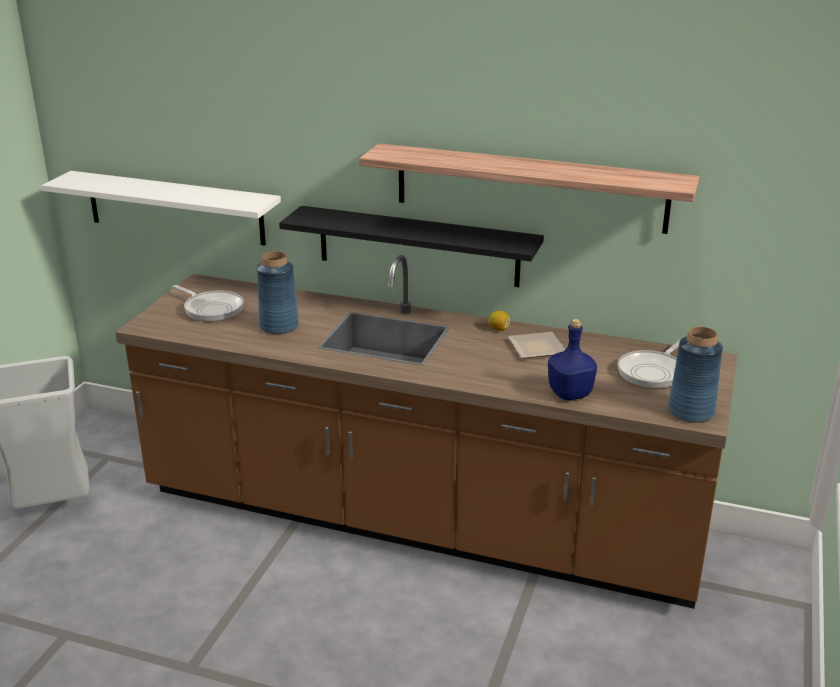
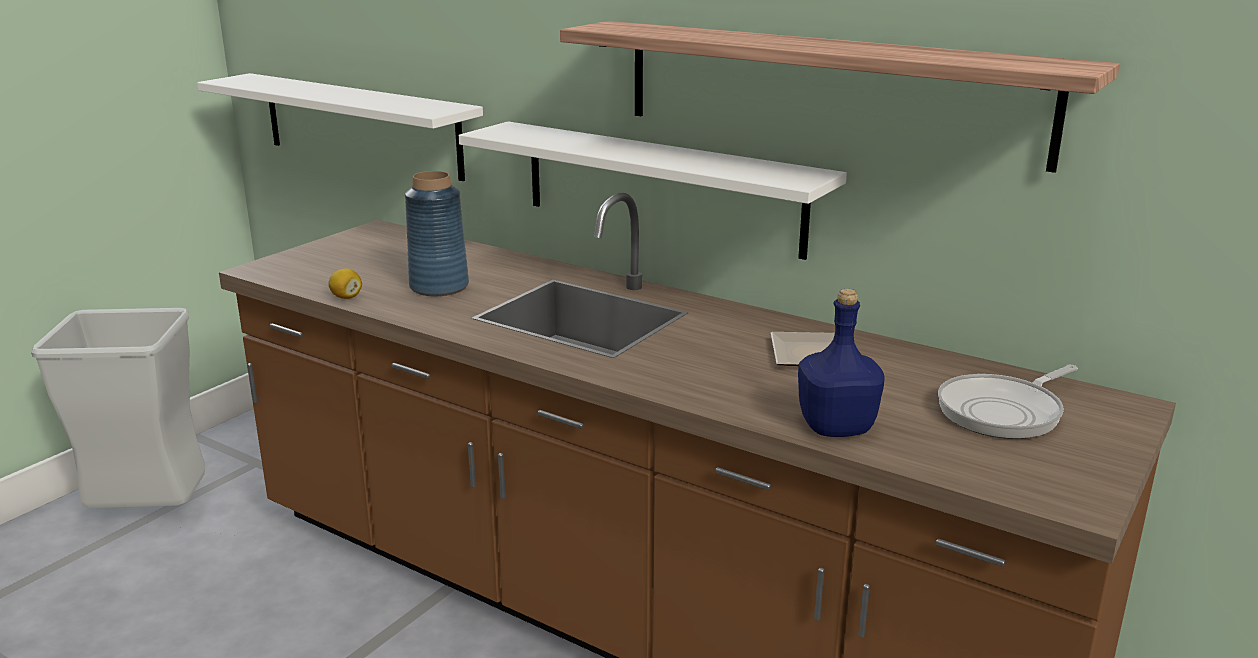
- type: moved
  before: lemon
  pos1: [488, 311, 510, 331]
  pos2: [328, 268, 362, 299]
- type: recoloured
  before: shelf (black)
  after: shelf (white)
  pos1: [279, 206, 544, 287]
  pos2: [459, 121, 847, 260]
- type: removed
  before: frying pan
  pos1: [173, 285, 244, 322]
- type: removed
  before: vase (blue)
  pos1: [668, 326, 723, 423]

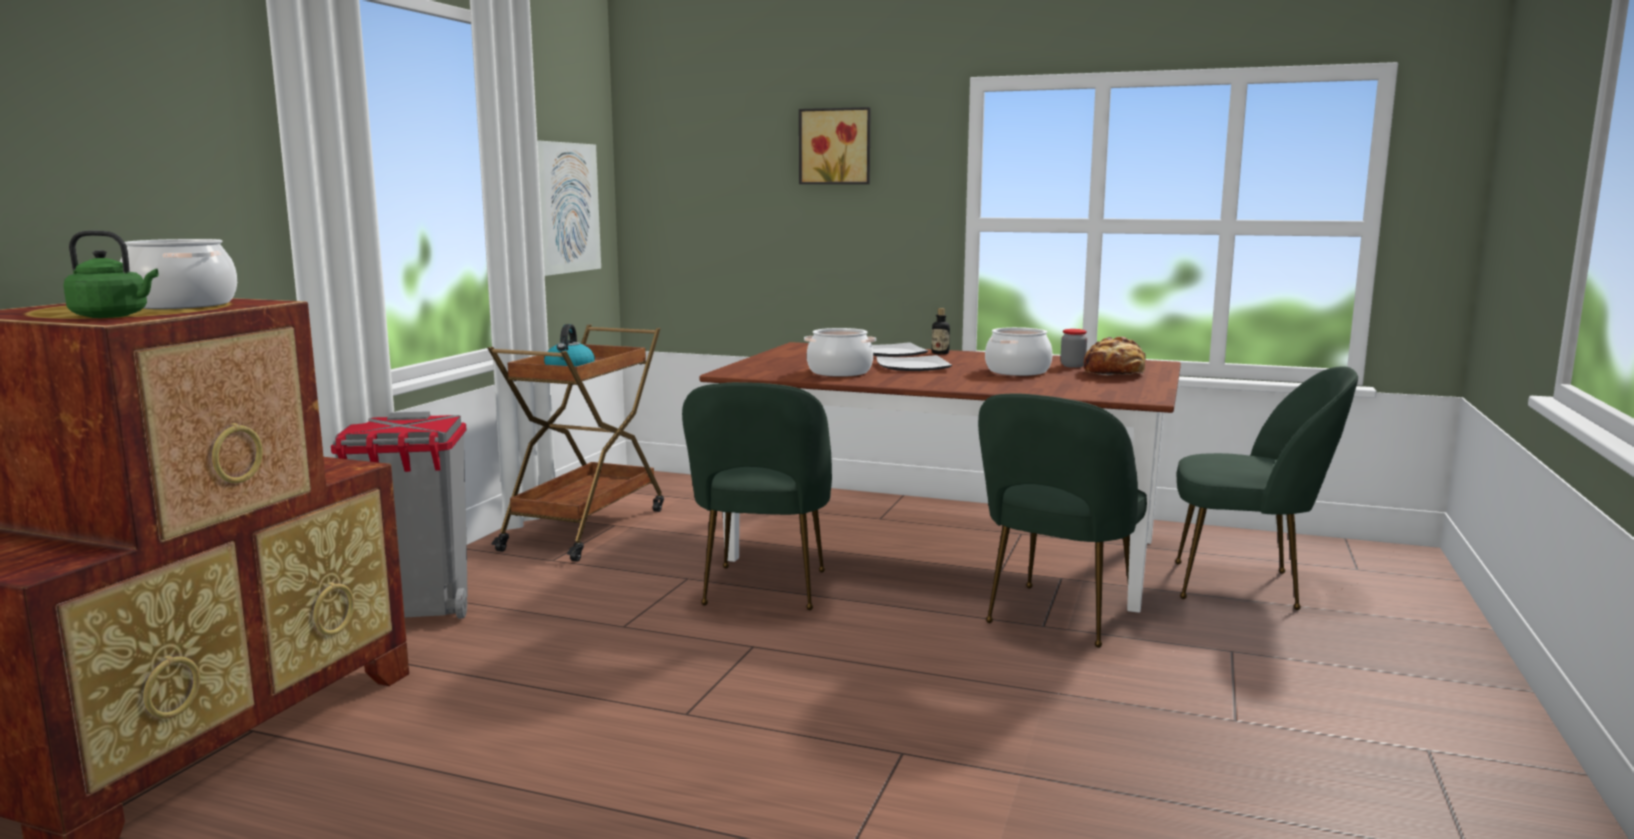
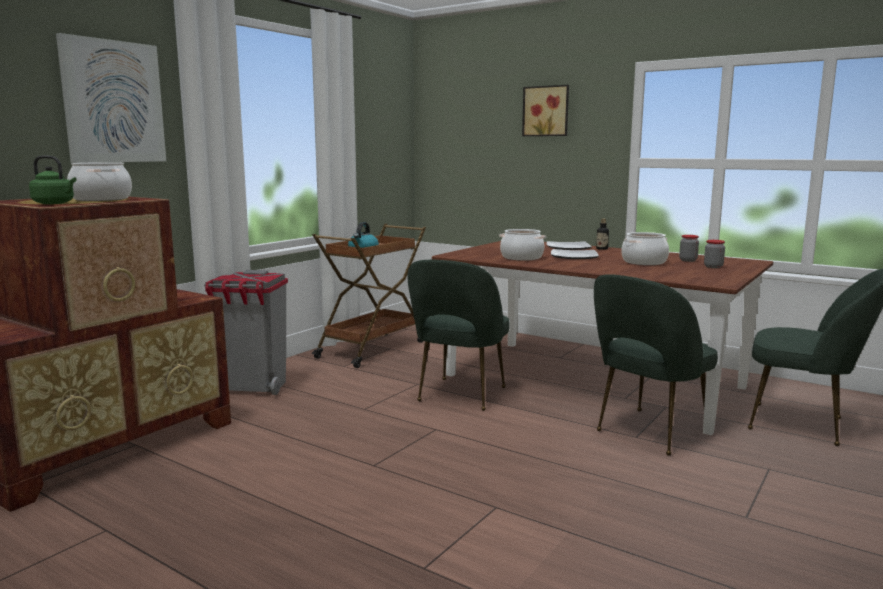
- type: moved
  before: picture
  pos1: [537, 140, 601, 276]
  pos2: [56, 33, 166, 163]
- type: replaced
  before: bread
  after: jar
  pos1: [1084, 337, 1146, 375]
  pos2: [704, 240, 725, 268]

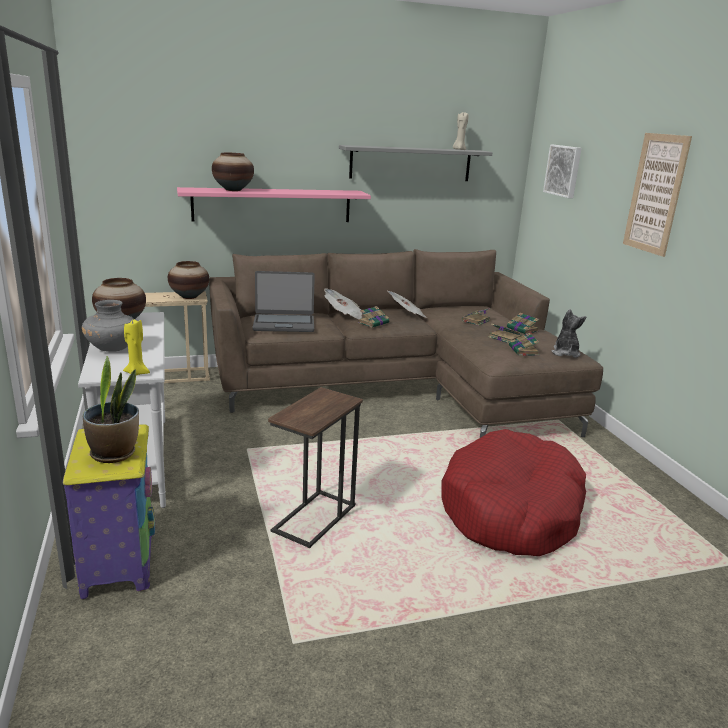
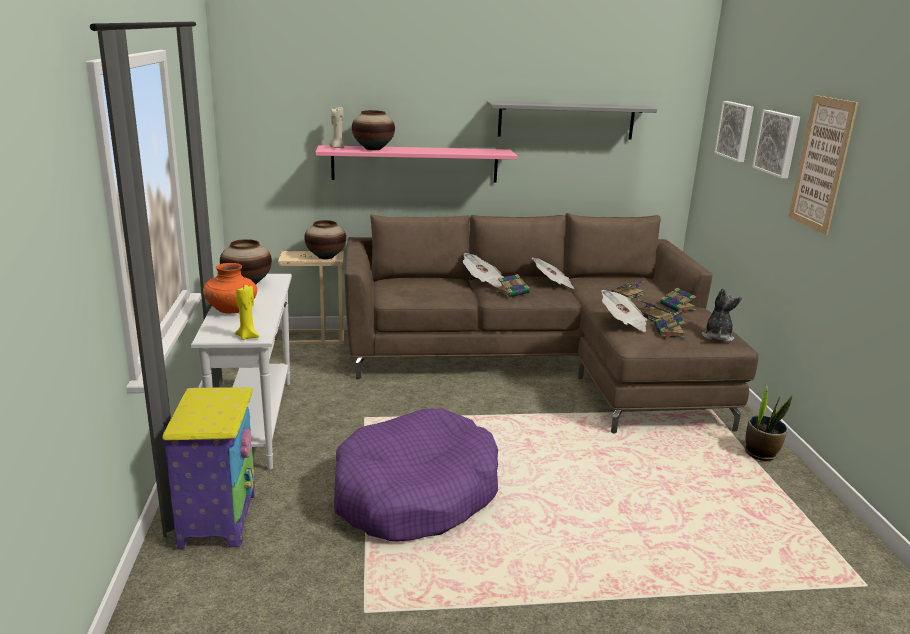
- type: recoloured
  before: vase (grey)
  after: vase (orange)
  pos1: [82, 300, 135, 352]
  pos2: [203, 263, 257, 314]
- type: moved
  before: candle (beige)
  pos1: [453, 112, 469, 150]
  pos2: [329, 107, 344, 148]
- type: replaced
  before: side table (brown)
  after: dog bed (purple)
  pos1: [268, 387, 363, 548]
  pos2: [334, 408, 498, 542]
- type: added
  after: newspaper
  pos2: [601, 290, 647, 332]
- type: moved
  before: potted plant
  pos1: [83, 356, 139, 463]
  pos2: [745, 384, 793, 461]
- type: added
  after: picture
  pos2: [752, 110, 800, 179]
- type: removed
  before: laptop
  pos1: [252, 271, 315, 332]
- type: removed
  before: dog bed (red)
  pos1: [441, 429, 586, 556]

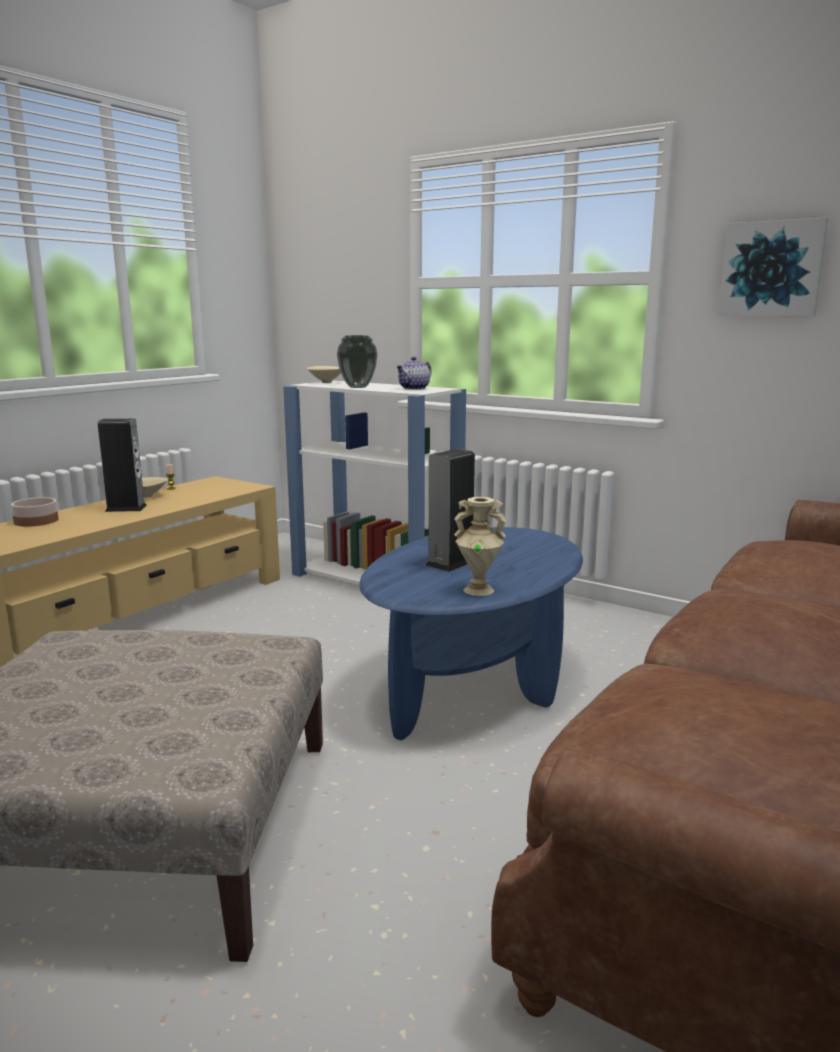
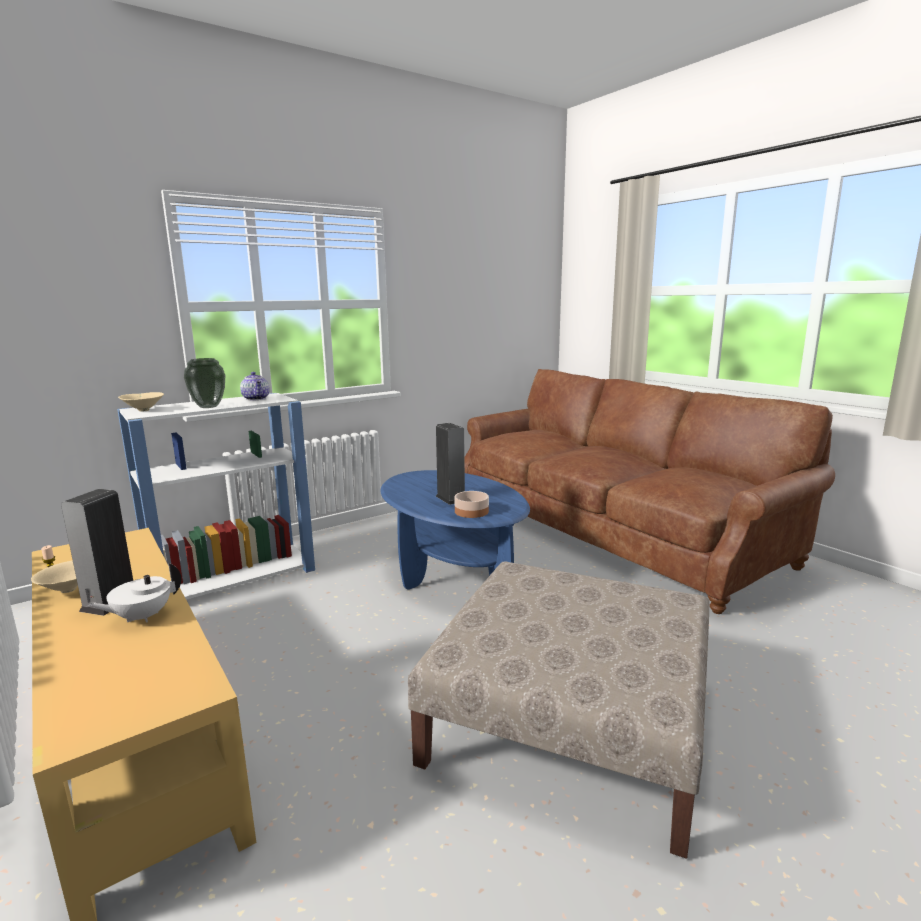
- type: added
  after: teapot (white)
  pos2: [88, 563, 181, 622]
- type: moved
  before: bowl
  pos1: [11, 497, 59, 527]
  pos2: [454, 491, 489, 518]
- type: removed
  before: vase (beige)
  pos1: [454, 497, 507, 596]
- type: removed
  before: picture
  pos1: [718, 217, 828, 316]

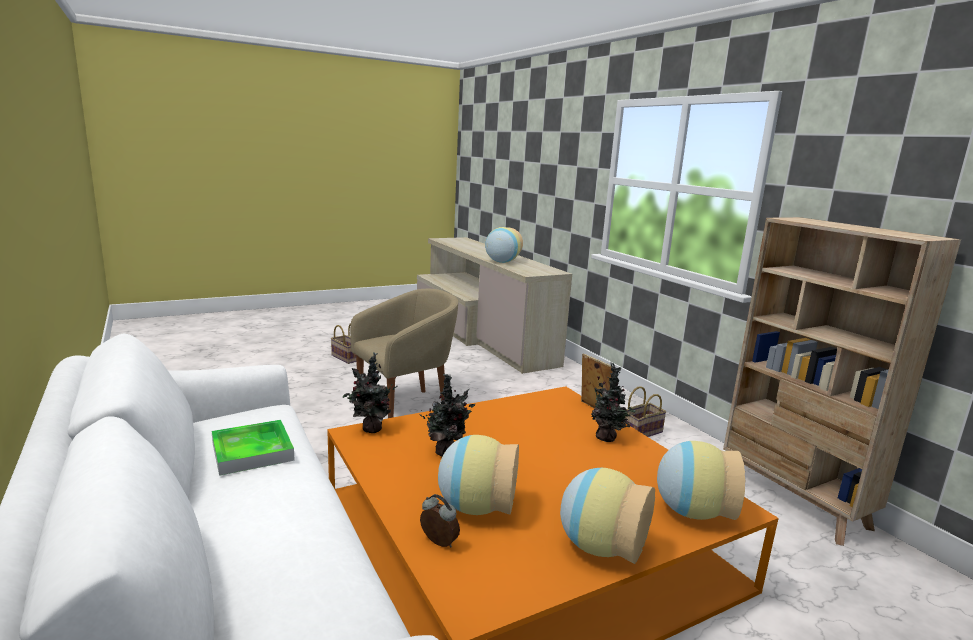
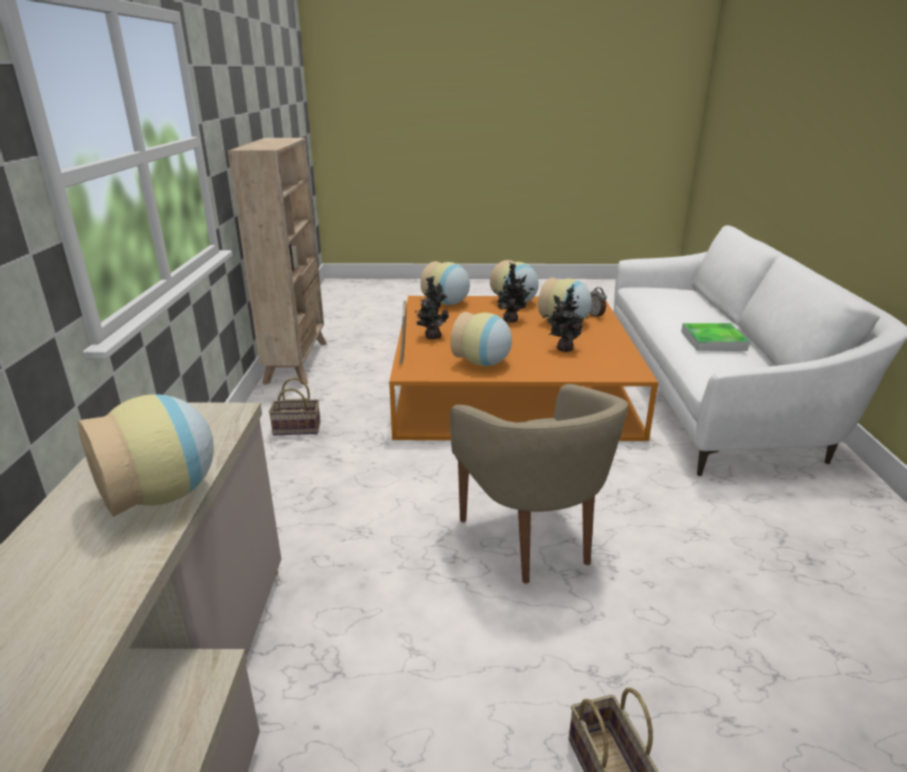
- type: added
  after: vase
  pos2: [450, 312, 512, 366]
- type: turned
  before: armchair (beige)
  pos1: [350, 289, 458, 418]
  pos2: [450, 384, 628, 584]
  turn: -105
- type: moved
  before: potted plant
  pos1: [343, 352, 398, 433]
  pos2: [492, 262, 535, 322]

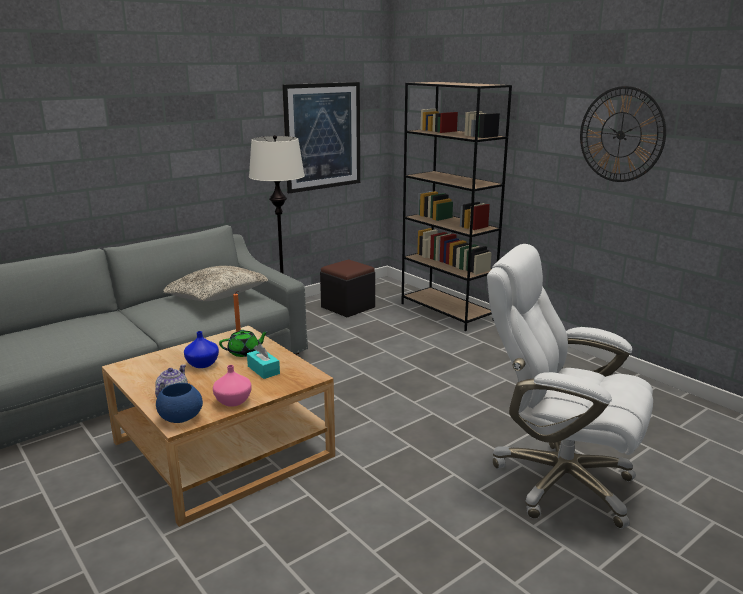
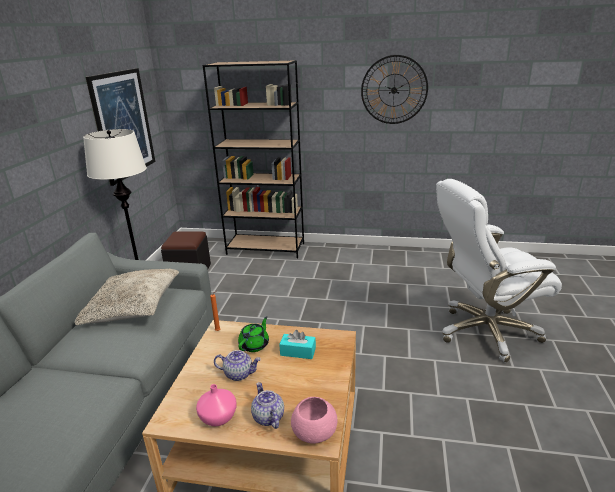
- type: moved
  before: vase (pink)
  pos1: [213, 365, 252, 407]
  pos2: [196, 384, 237, 426]
- type: replaced
  before: vase (blue)
  after: teapot
  pos1: [184, 331, 219, 368]
  pos2: [214, 350, 261, 381]
- type: recoloured
  before: bowl (blue)
  after: bowl (pink)
  pos1: [156, 383, 203, 423]
  pos2: [291, 397, 337, 444]

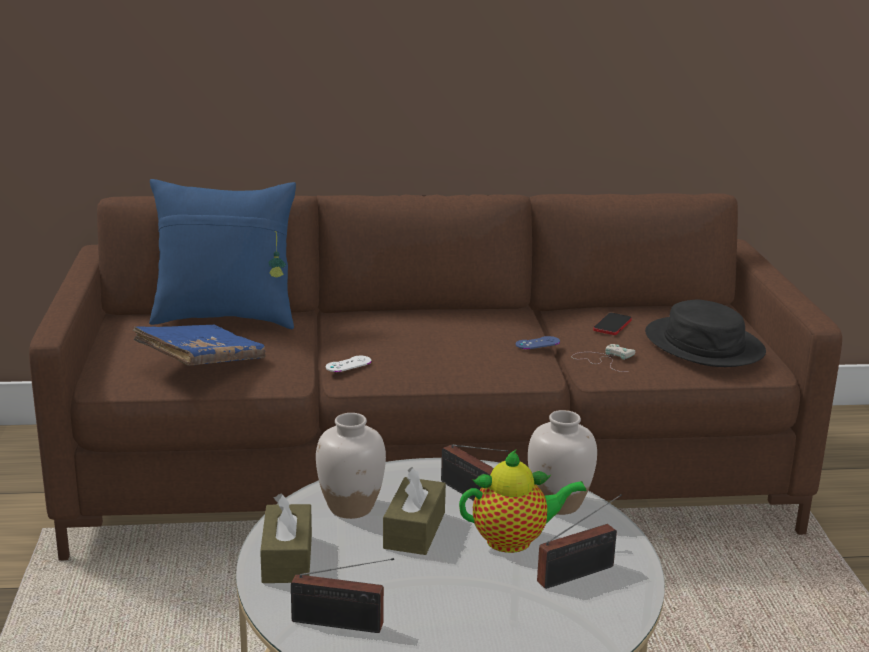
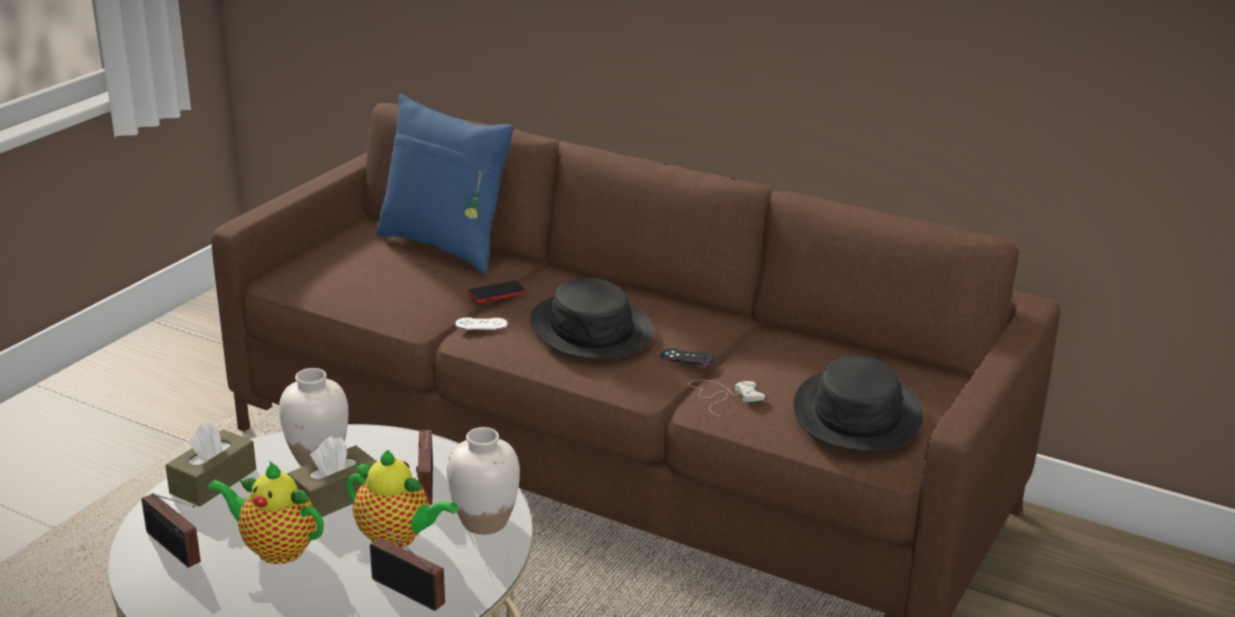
- type: added
  after: teapot
  pos2: [207, 461, 324, 564]
- type: turned
  before: radio
  pos1: [537, 494, 622, 589]
  pos2: [362, 511, 445, 611]
  turn: -150
- type: moved
  before: phone
  pos1: [593, 313, 632, 335]
  pos2: [468, 281, 526, 303]
- type: added
  after: hat (black)
  pos2: [530, 278, 653, 359]
- type: recoloured
  before: game controller (blue)
  after: game controller (black)
  pos1: [516, 336, 560, 349]
  pos2: [661, 349, 714, 365]
- type: removed
  before: book (blue)
  pos1: [133, 325, 266, 365]

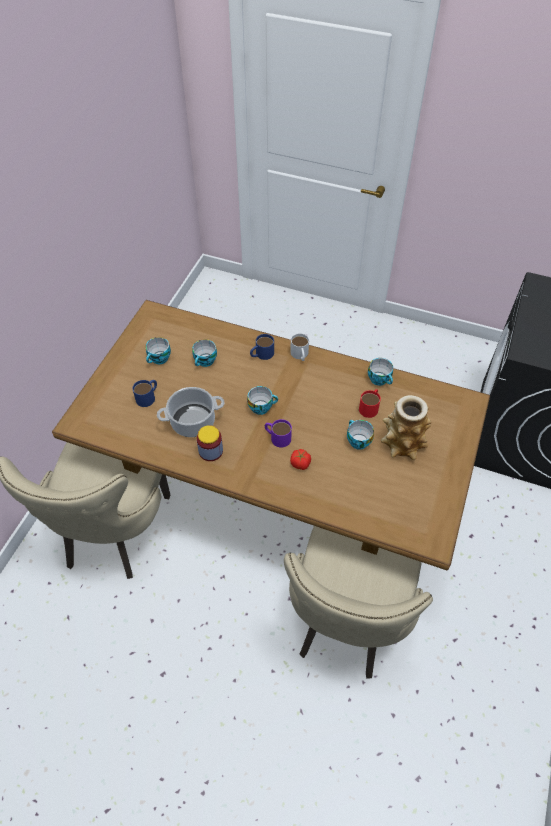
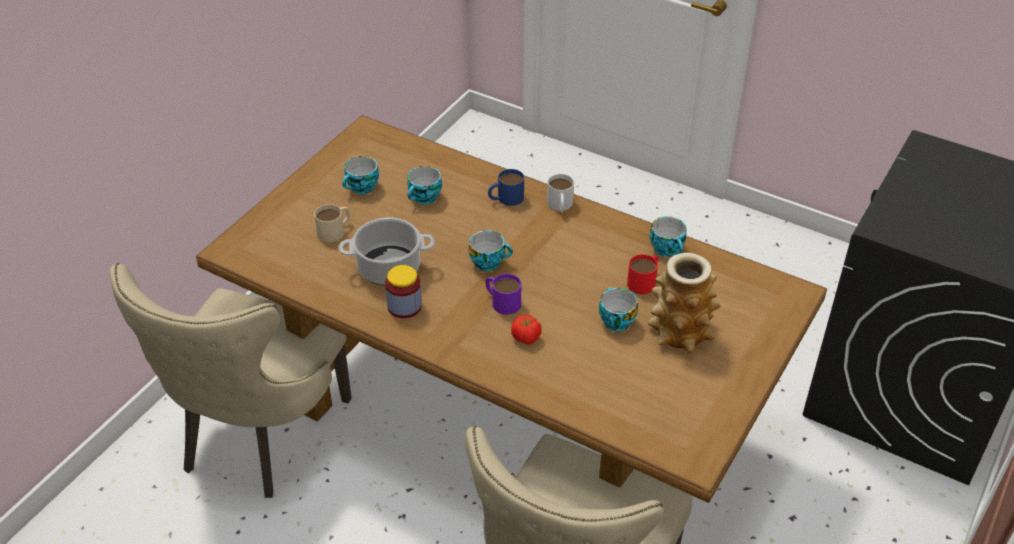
- type: recoloured
  before: mug (blue)
  after: mug (beige)
  pos1: [132, 380, 157, 407]
  pos2: [314, 204, 350, 242]

